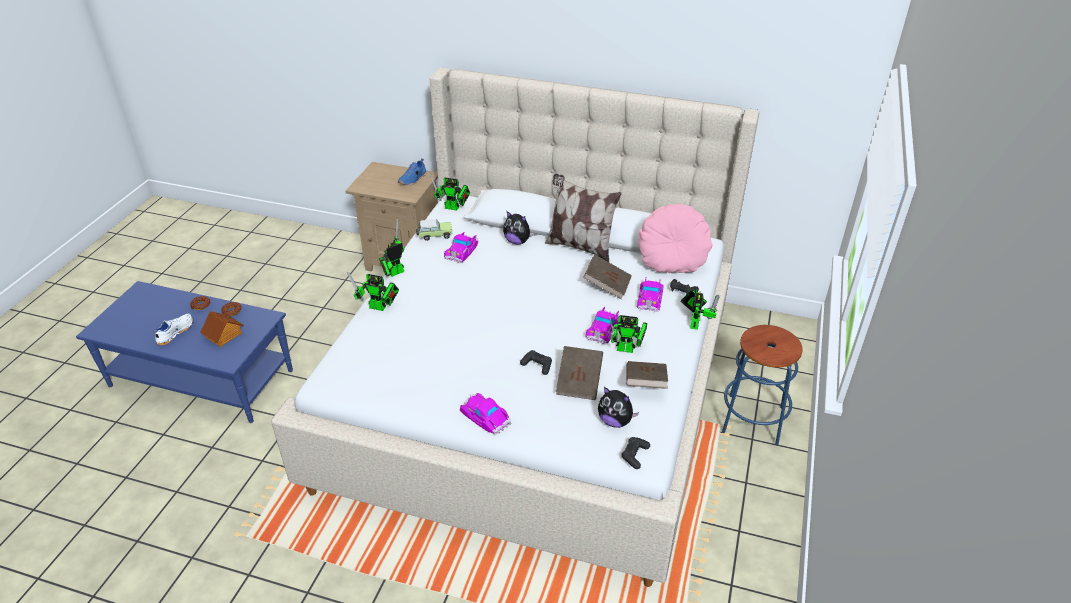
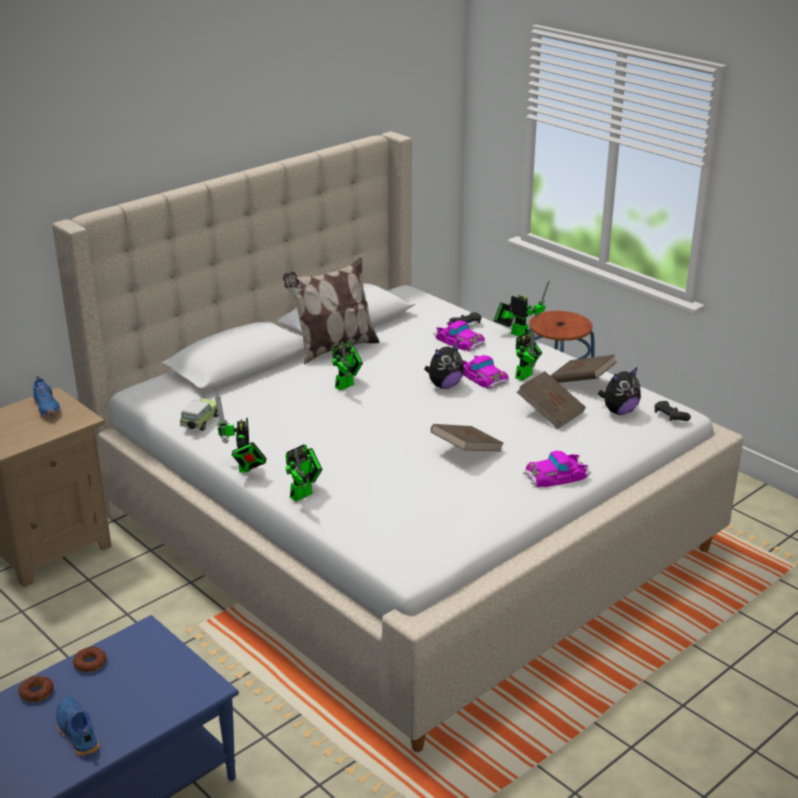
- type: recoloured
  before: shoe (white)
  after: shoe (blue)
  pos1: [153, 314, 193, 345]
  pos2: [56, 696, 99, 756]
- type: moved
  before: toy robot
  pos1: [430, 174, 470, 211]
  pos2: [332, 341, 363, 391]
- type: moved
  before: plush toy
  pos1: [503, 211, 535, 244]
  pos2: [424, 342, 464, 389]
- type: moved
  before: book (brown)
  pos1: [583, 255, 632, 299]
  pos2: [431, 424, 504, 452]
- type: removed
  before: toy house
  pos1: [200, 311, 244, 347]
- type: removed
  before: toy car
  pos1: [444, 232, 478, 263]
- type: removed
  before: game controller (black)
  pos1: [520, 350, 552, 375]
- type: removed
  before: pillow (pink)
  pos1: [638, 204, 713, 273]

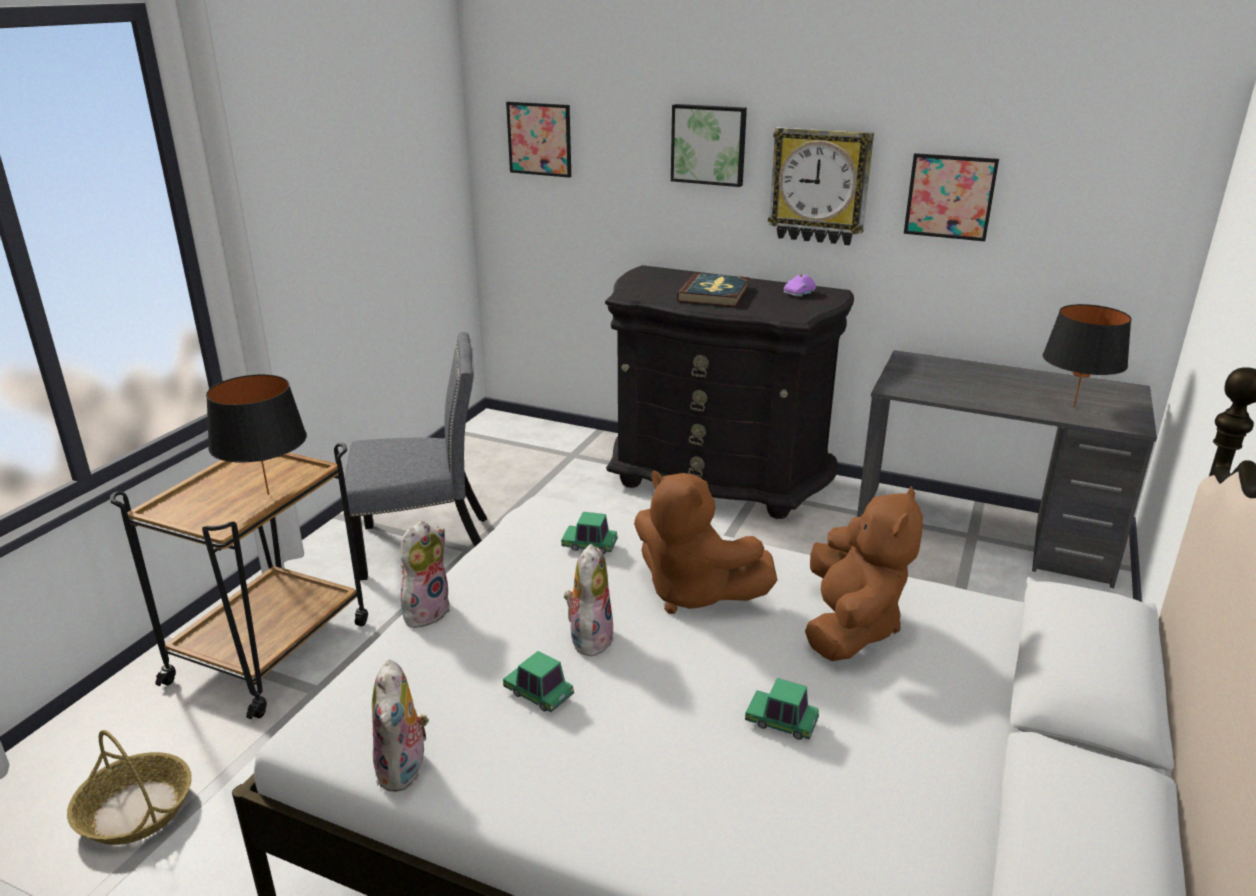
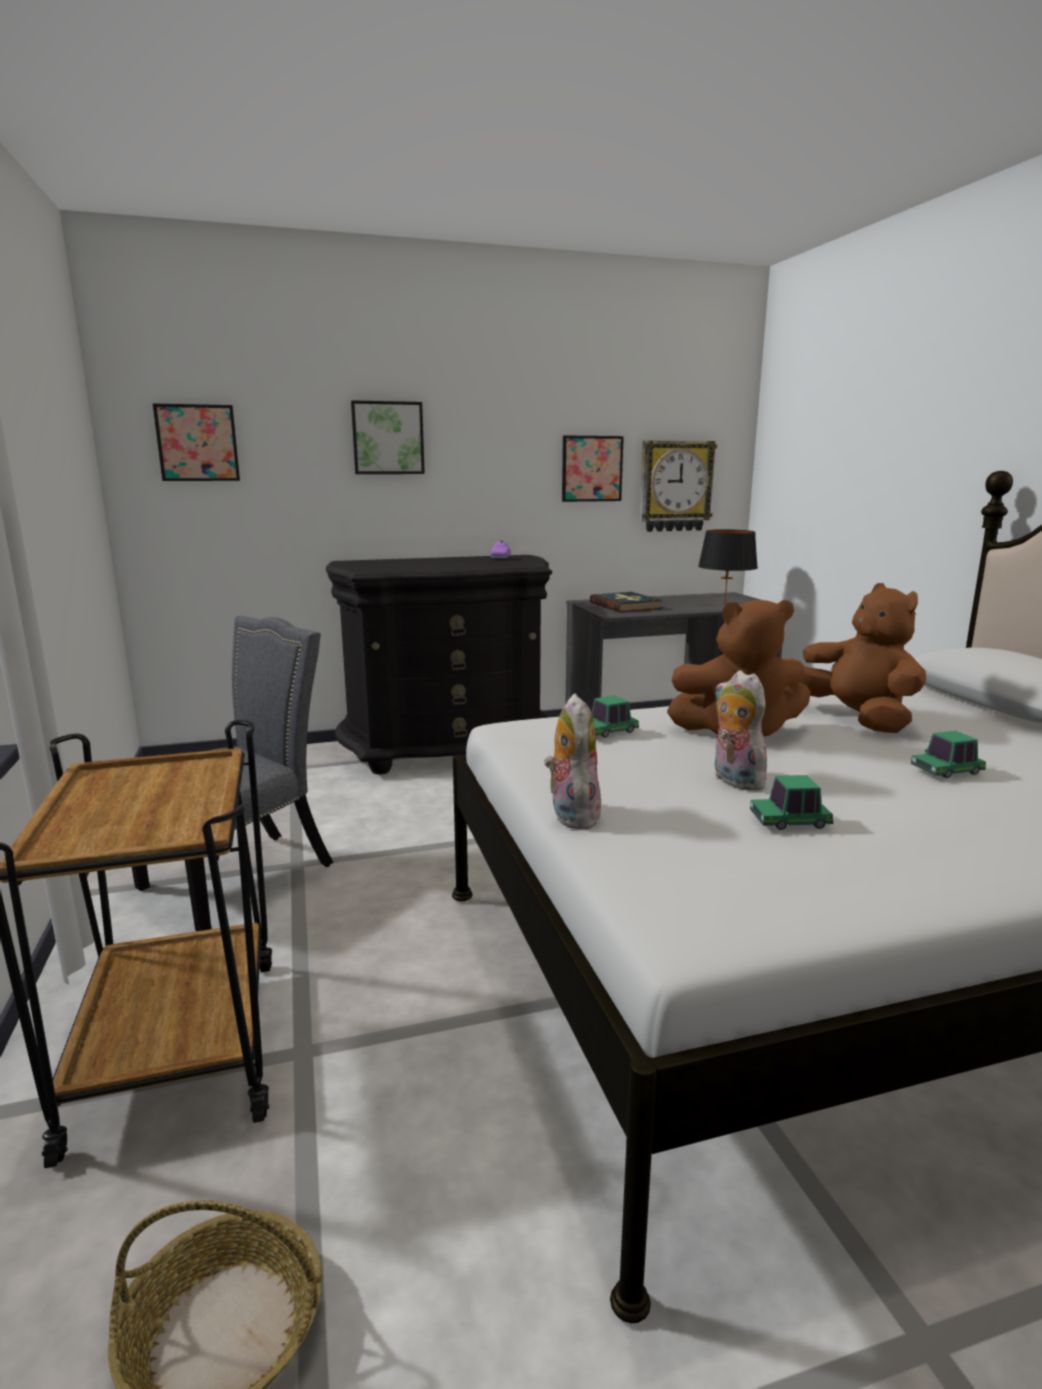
- type: moved
  before: book
  pos1: [677, 273, 749, 307]
  pos2: [590, 592, 662, 613]
- type: moved
  before: wall clock
  pos1: [768, 127, 874, 245]
  pos2: [639, 440, 717, 532]
- type: removed
  before: table lamp (black)
  pos1: [206, 374, 307, 495]
- type: removed
  before: plush toy
  pos1: [372, 660, 429, 792]

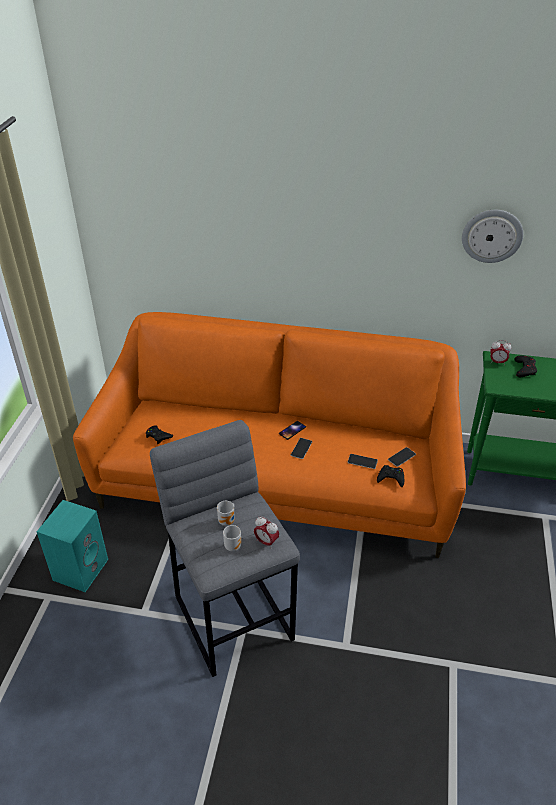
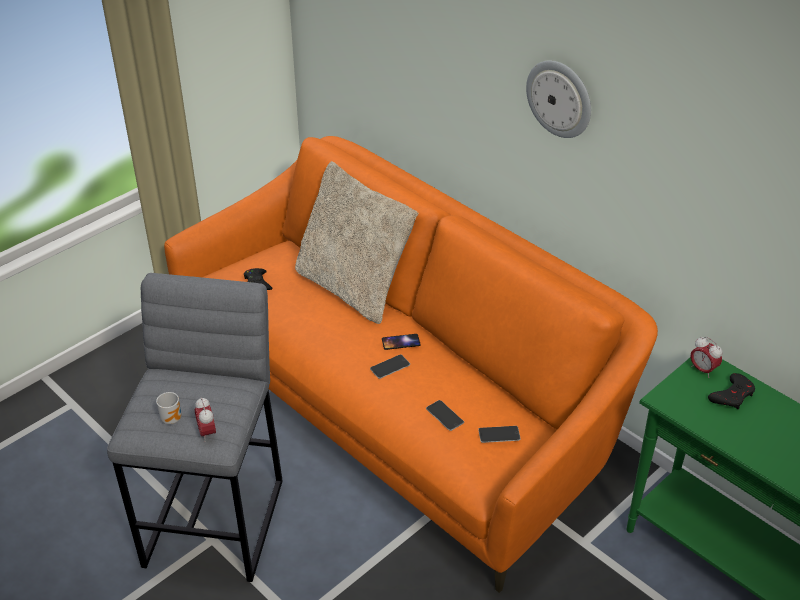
- type: added
  after: pillow (beige)
  pos2: [295, 161, 418, 324]
- type: moved
  before: wall clock
  pos1: [462, 210, 523, 263]
  pos2: [526, 60, 591, 138]
- type: removed
  before: speaker (turquoise)
  pos1: [37, 500, 108, 592]
- type: removed
  before: mug
  pos1: [217, 501, 235, 526]
- type: removed
  before: game controller (black)
  pos1: [377, 465, 404, 487]

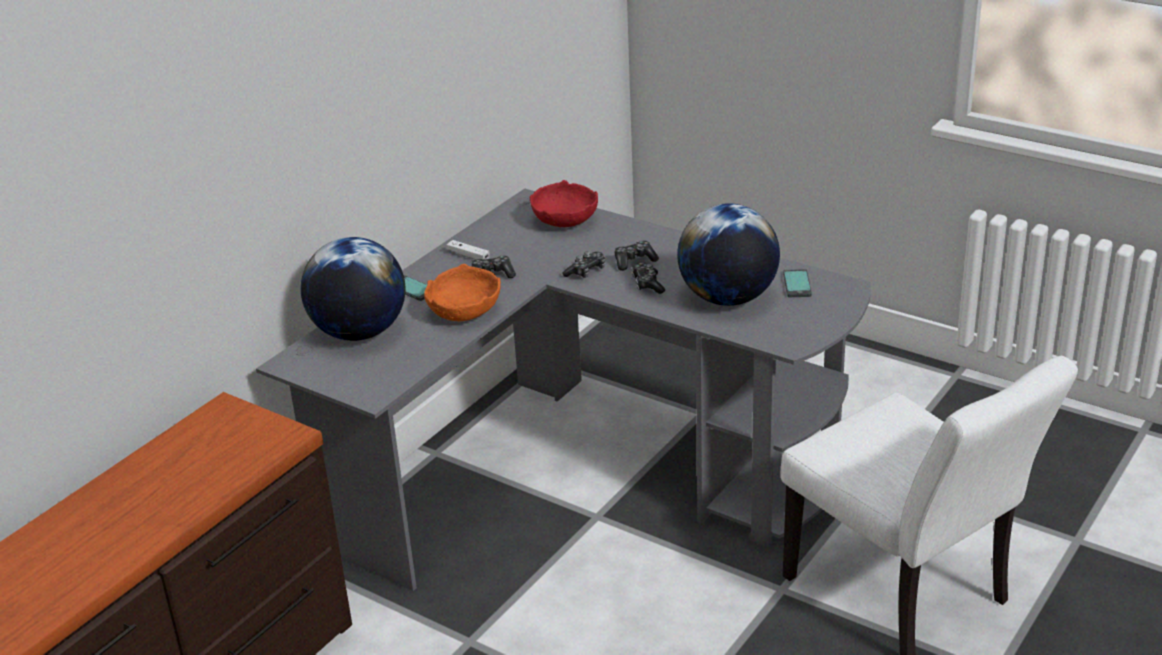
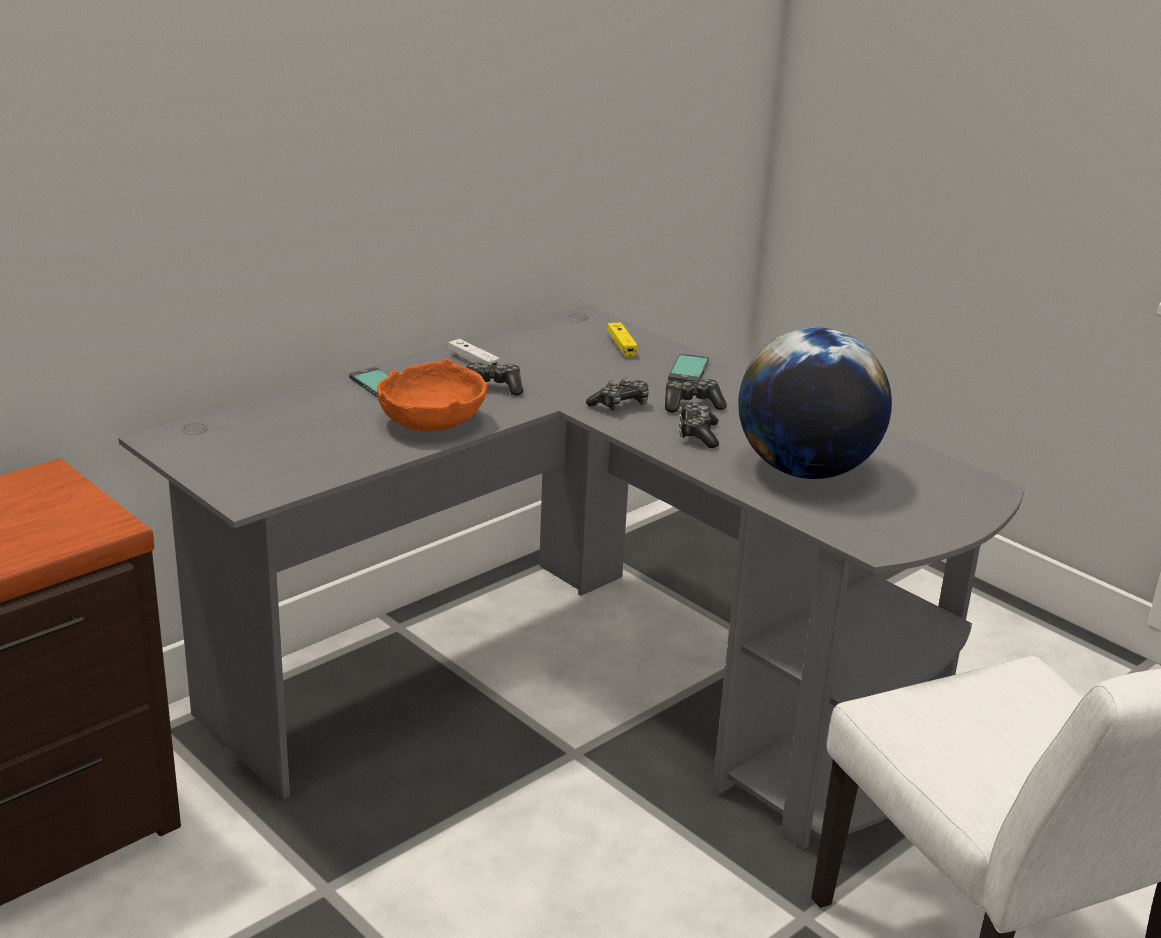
- type: replaced
  before: bowl (red)
  after: game controller (yellow)
  pos1: [530, 180, 598, 227]
  pos2: [607, 322, 638, 357]
- type: moved
  before: phone
  pos1: [783, 269, 812, 297]
  pos2: [668, 353, 709, 382]
- type: removed
  before: globe
  pos1: [301, 237, 406, 341]

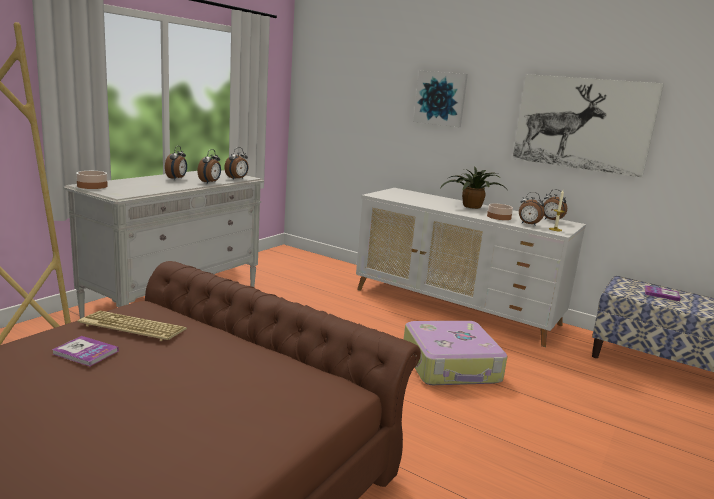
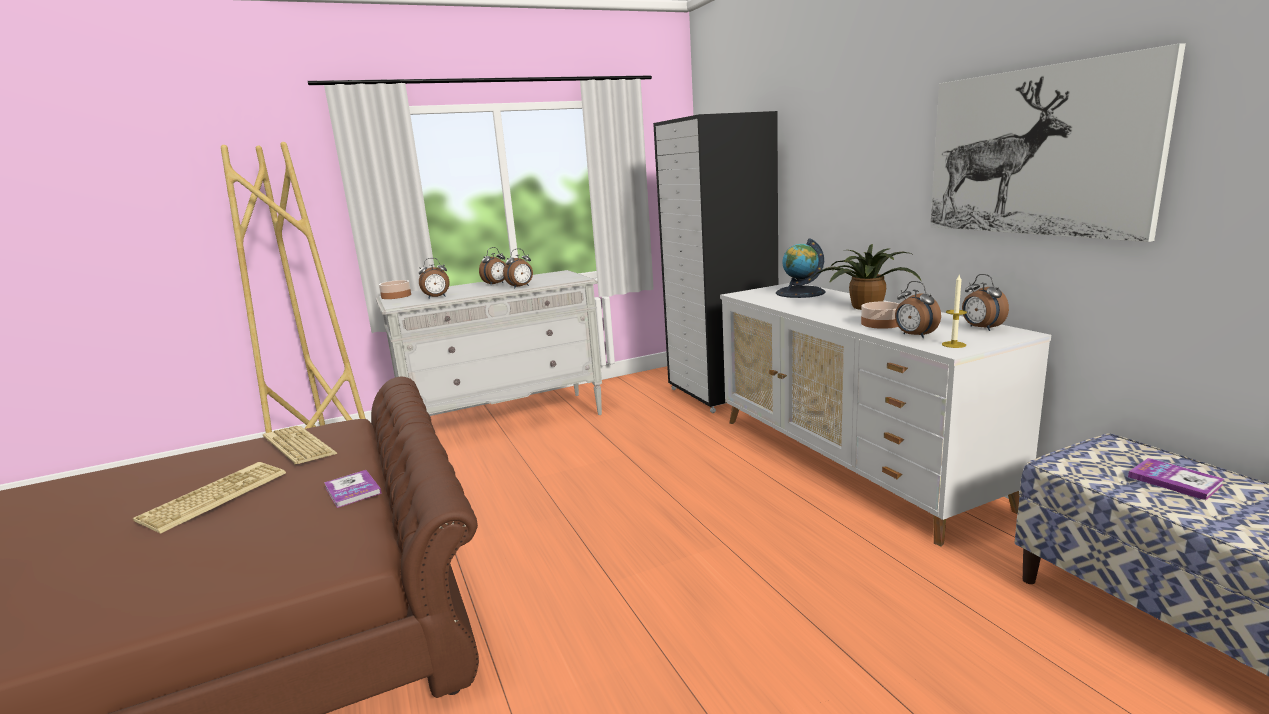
- type: added
  after: keyboard
  pos2: [133, 462, 286, 534]
- type: moved
  before: book
  pos1: [52, 336, 119, 366]
  pos2: [324, 470, 382, 508]
- type: moved
  before: alarm clock
  pos1: [224, 147, 249, 180]
  pos2: [419, 258, 450, 299]
- type: added
  after: wardrobe
  pos2: [653, 111, 778, 413]
- type: added
  after: globe
  pos2: [776, 238, 826, 298]
- type: removed
  before: suitcase
  pos1: [404, 321, 508, 385]
- type: removed
  before: picture
  pos1: [413, 71, 468, 127]

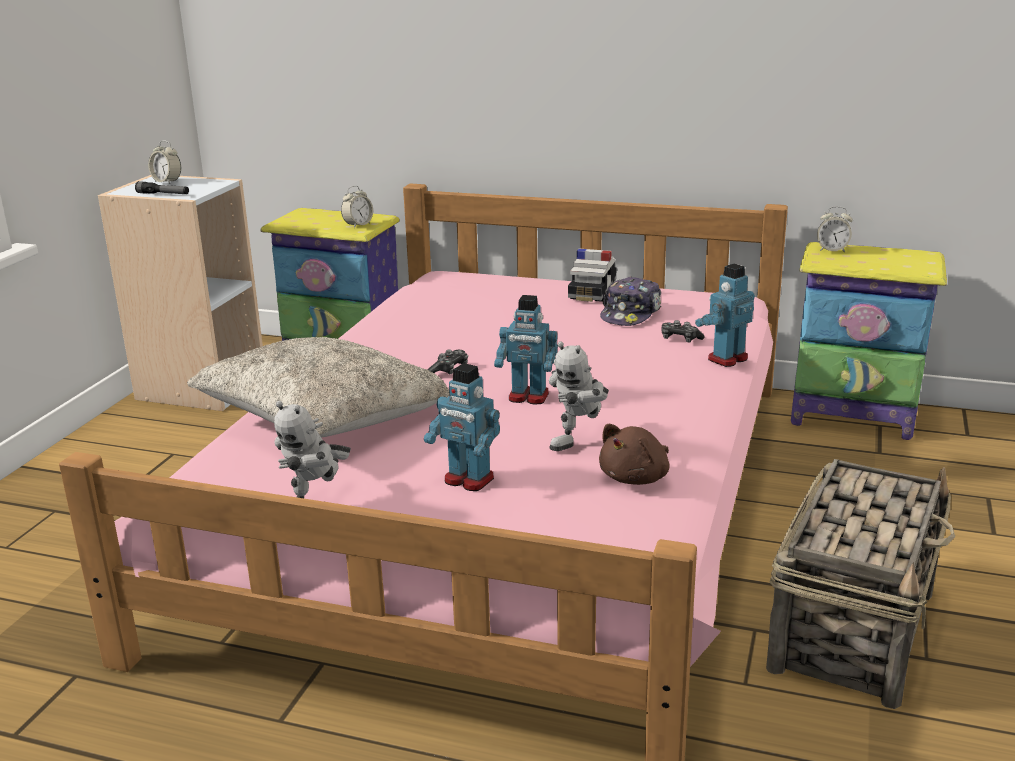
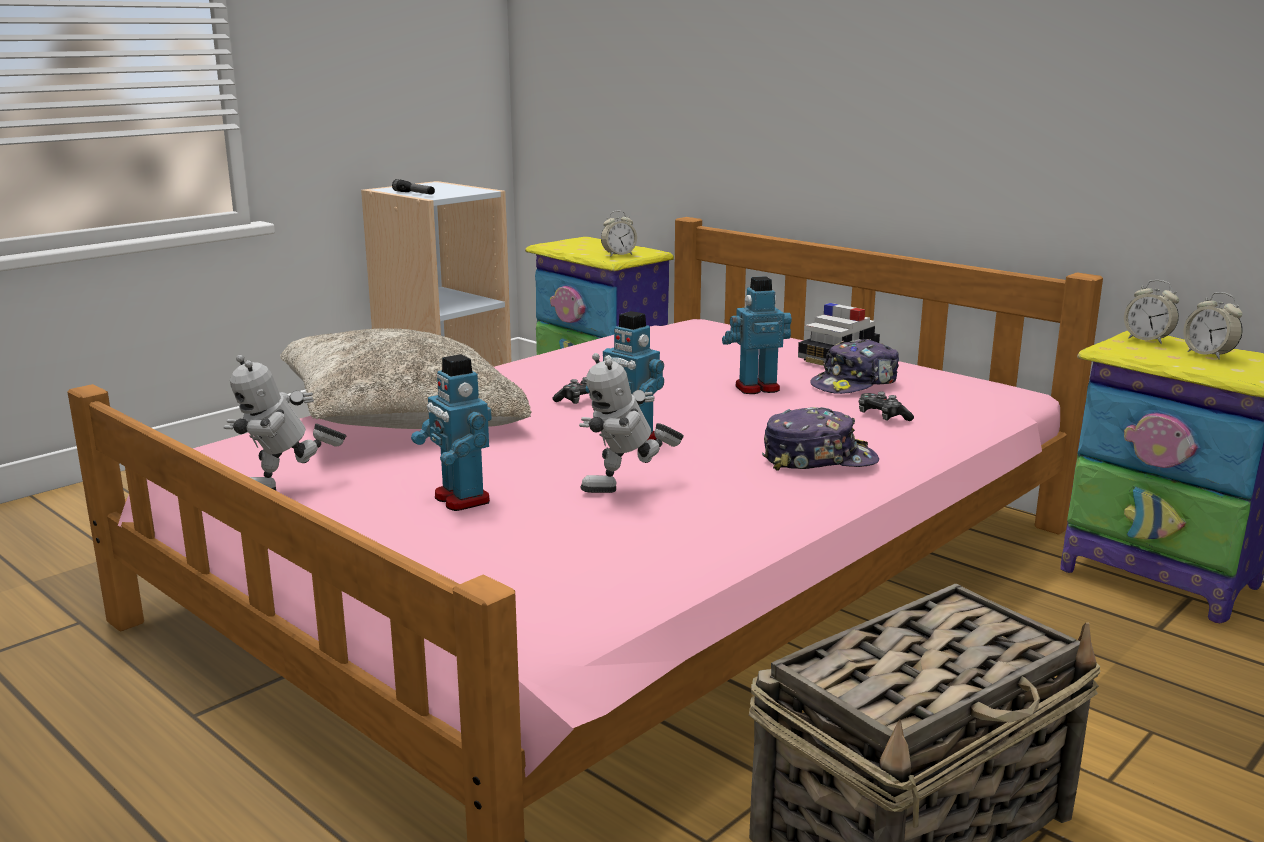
- type: moved
  before: toy robot
  pos1: [695, 264, 755, 367]
  pos2: [722, 276, 792, 394]
- type: added
  after: cap
  pos2: [762, 407, 879, 470]
- type: moved
  before: alarm clock
  pos1: [148, 140, 181, 184]
  pos2: [1183, 292, 1243, 360]
- type: removed
  before: plush toy (brown)
  pos1: [599, 424, 669, 485]

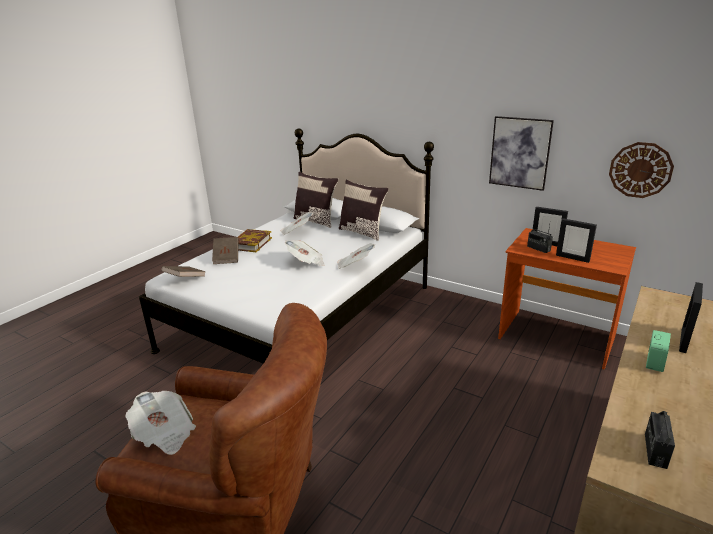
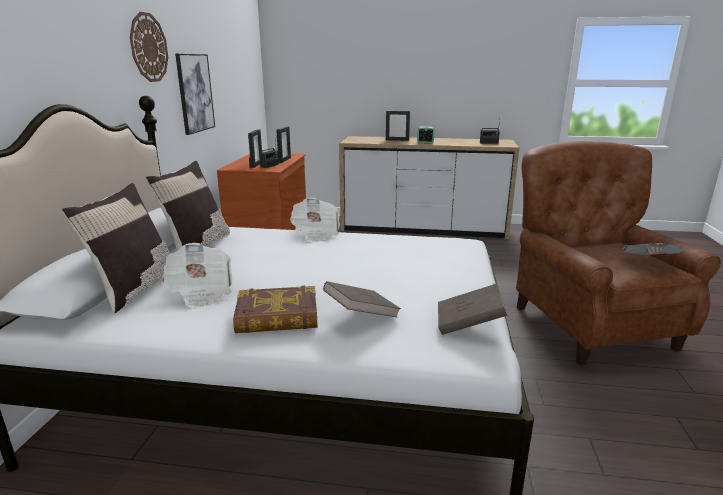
- type: moved
  before: wall clock
  pos1: [609, 142, 674, 198]
  pos2: [130, 12, 168, 82]
- type: removed
  before: newspaper
  pos1: [285, 240, 325, 266]

